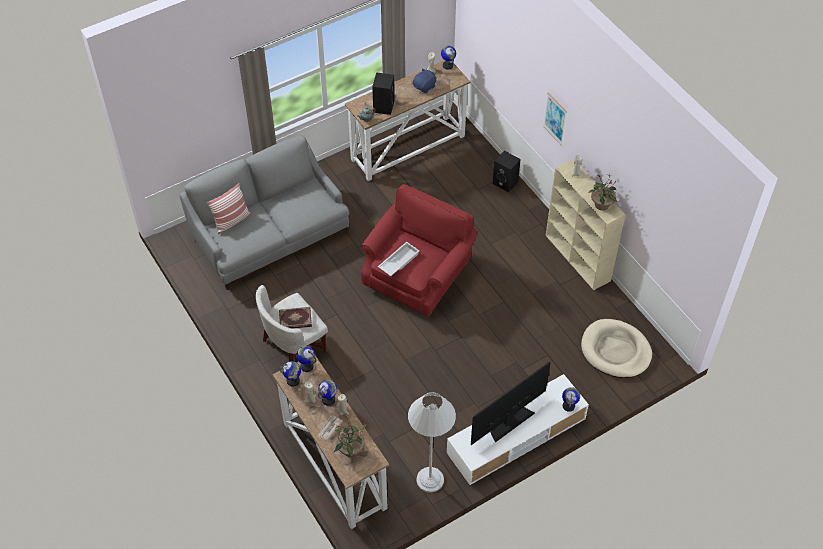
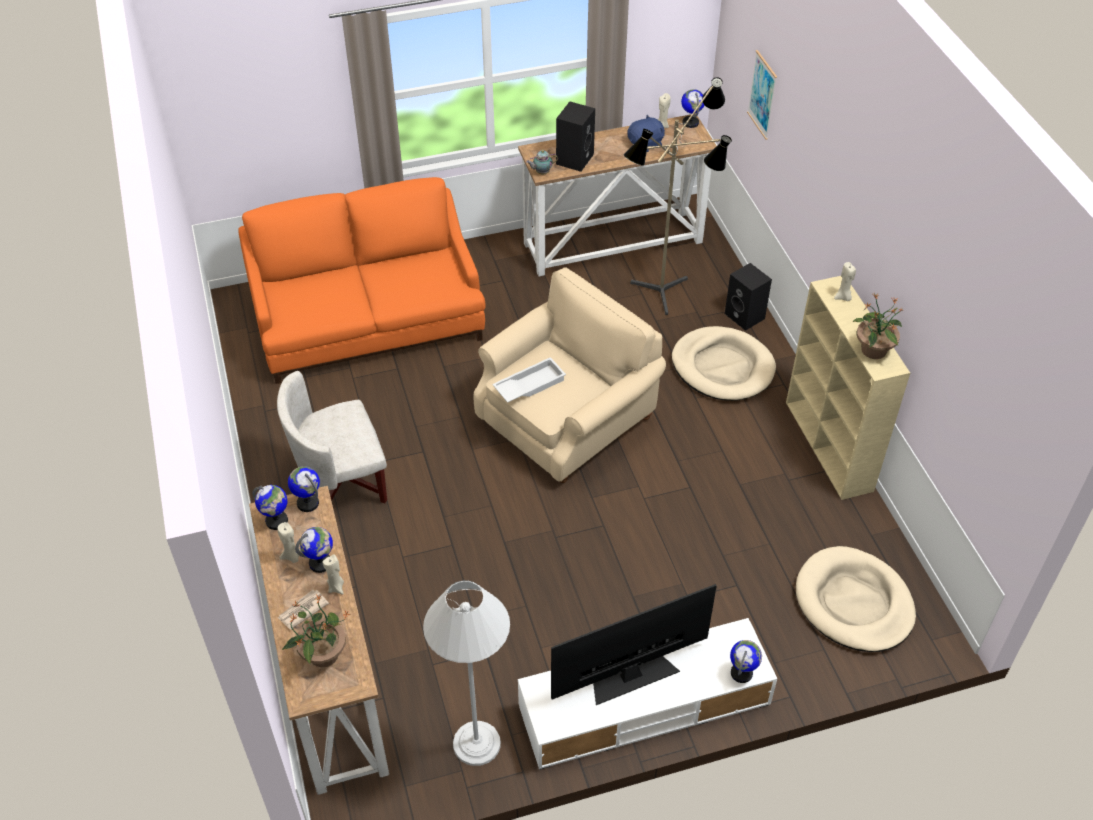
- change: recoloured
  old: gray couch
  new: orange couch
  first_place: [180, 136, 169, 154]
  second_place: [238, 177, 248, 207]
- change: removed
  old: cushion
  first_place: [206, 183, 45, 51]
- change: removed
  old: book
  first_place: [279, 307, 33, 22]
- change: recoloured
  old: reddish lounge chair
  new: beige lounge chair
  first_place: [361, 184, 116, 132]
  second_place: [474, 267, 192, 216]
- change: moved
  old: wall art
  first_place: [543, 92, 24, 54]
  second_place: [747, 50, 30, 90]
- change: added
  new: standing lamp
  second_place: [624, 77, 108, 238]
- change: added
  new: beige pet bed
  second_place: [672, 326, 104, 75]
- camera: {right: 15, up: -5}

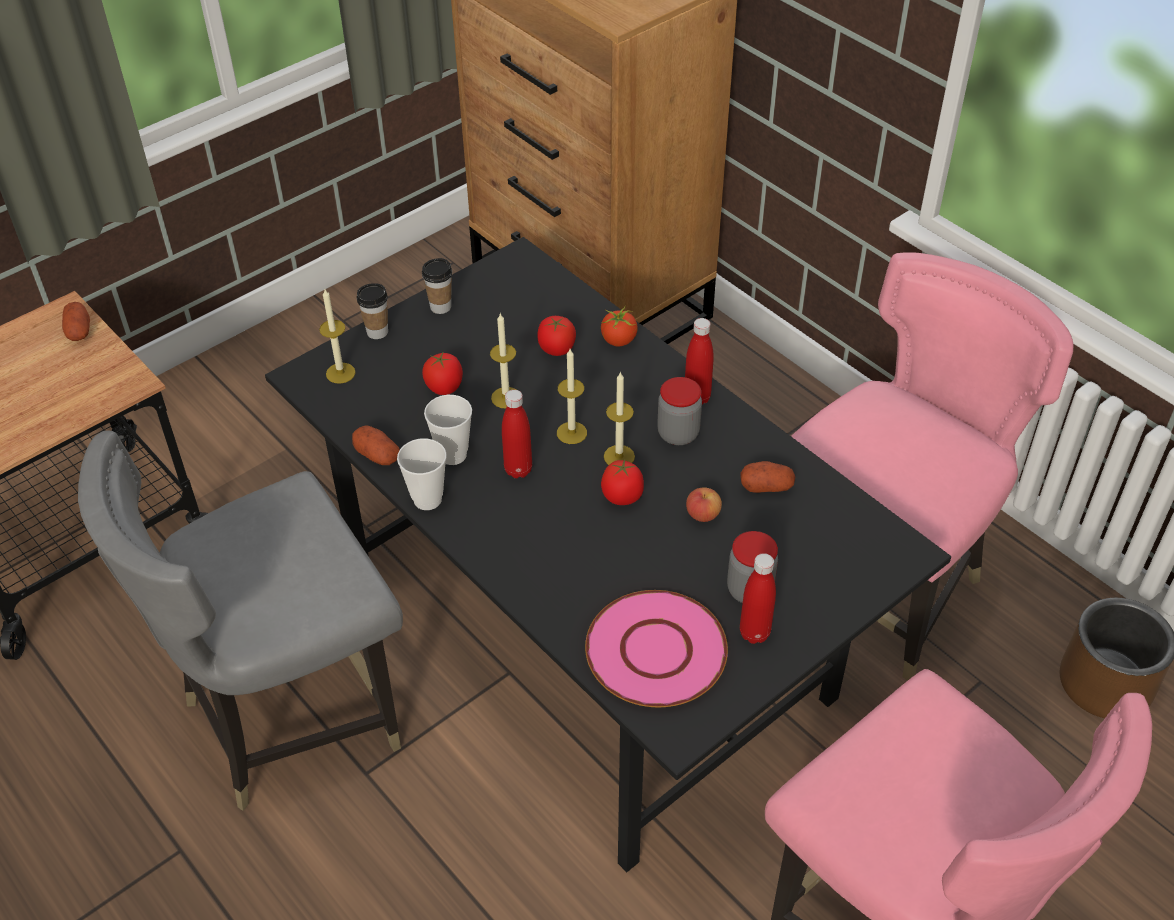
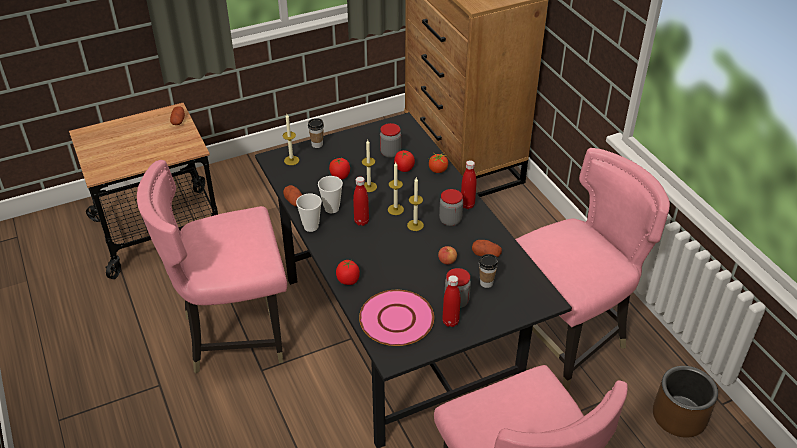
- change: recoloured
  old: gray chair
  new: pinkish chair
  first_place: [78, 430, 325, 381]
  second_place: [137, 160, 150, 214]
- change: moved
  old: cup
  first_place: [422, 258, 30, 56]
  second_place: [479, 254, 19, 34]
- change: moved
  old: fresh tomato
  first_place: [601, 459, 43, 46]
  second_place: [336, 260, 24, 25]
- change: added
  new: preserve jar
  second_place: [380, 123, 21, 35]
- camera: {right: 15, up: -5}

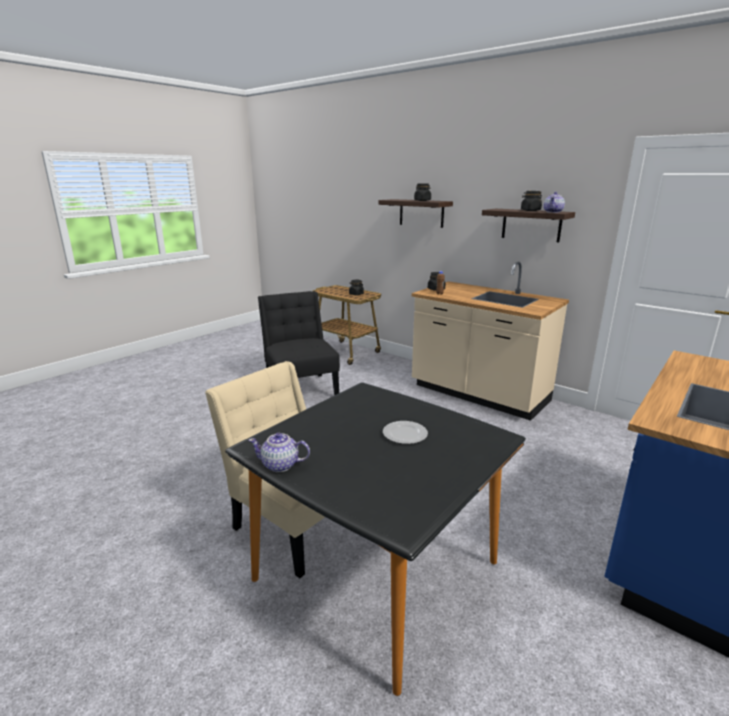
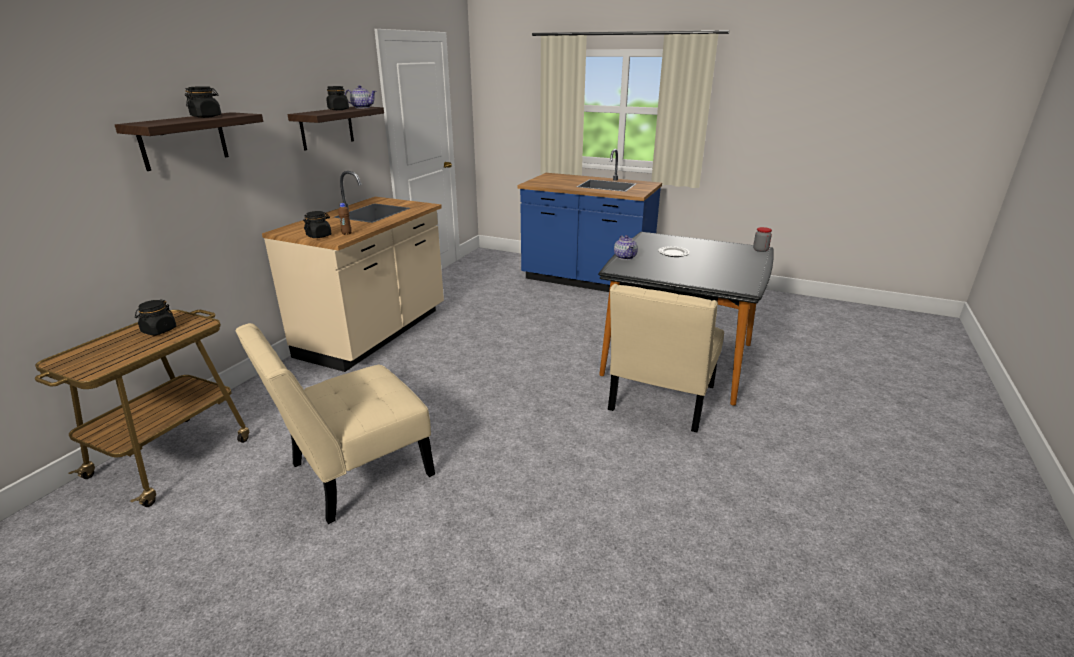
- change: moved
  old: teapot
  first_place: [248, 433, 62, 39]
  second_place: [614, 235, 24, 25]
- change: recoloured
  old: black chair
  new: beige chair
  first_place: [258, 291, 82, 105]
  second_place: [235, 323, 200, 201]
- change: added
  new: preserve jar
  second_place: [753, 227, 19, 25]
- camera: {right: -105, up: 5}

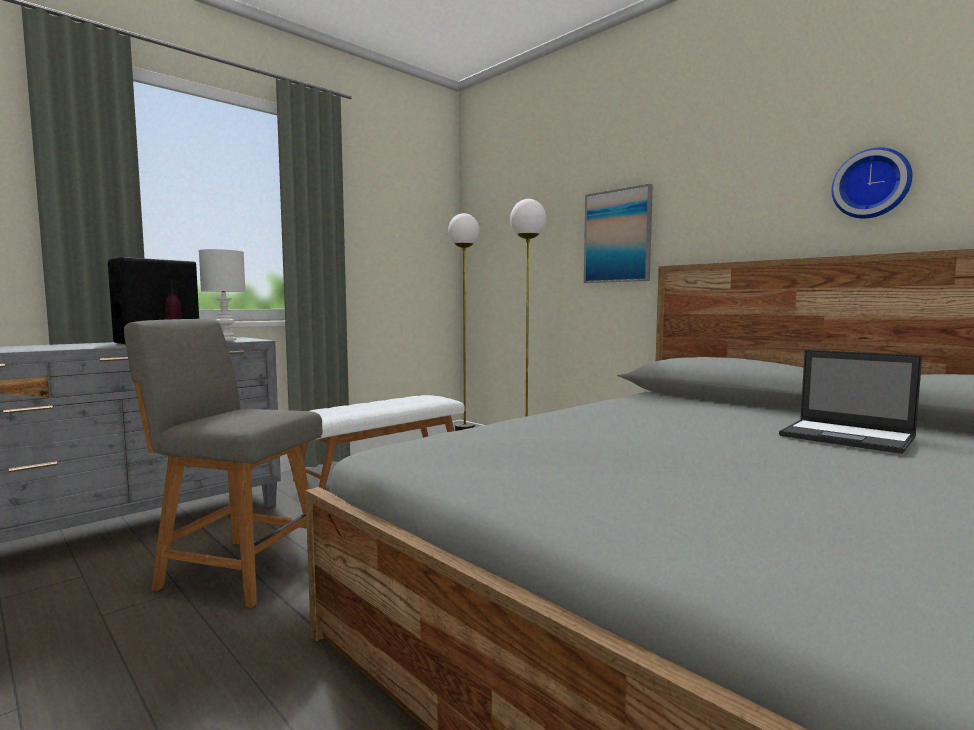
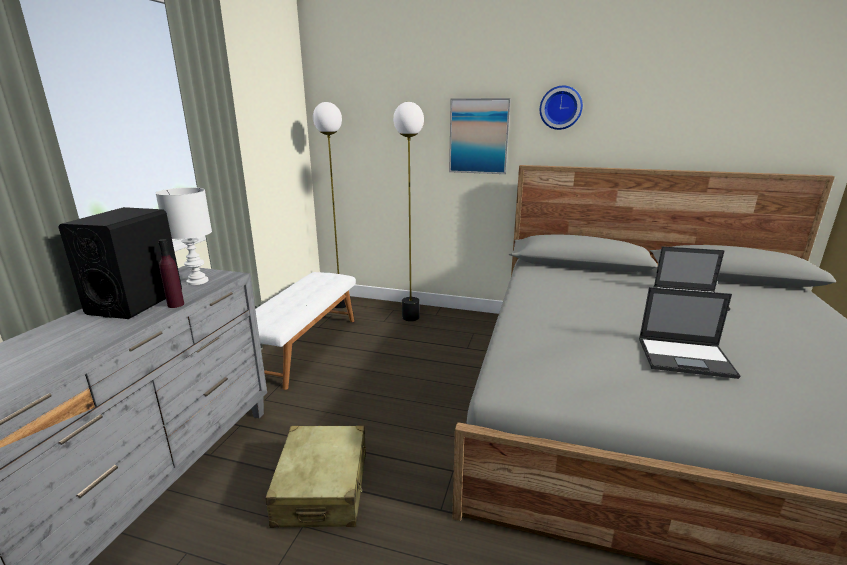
- change: replaced
  old: gray chair
  new: beige piece of luggage
  first_place: [124, 319, 198, 289]
  second_place: [266, 425, 100, 103]
- change: moved
  old: clock on the wall
  first_place: [832, 147, 80, 71]
  second_place: [540, 86, 43, 44]
- change: added
  new: portable computer
  second_place: [639, 287, 101, 92]
- camera: {right: -30, up: 15}

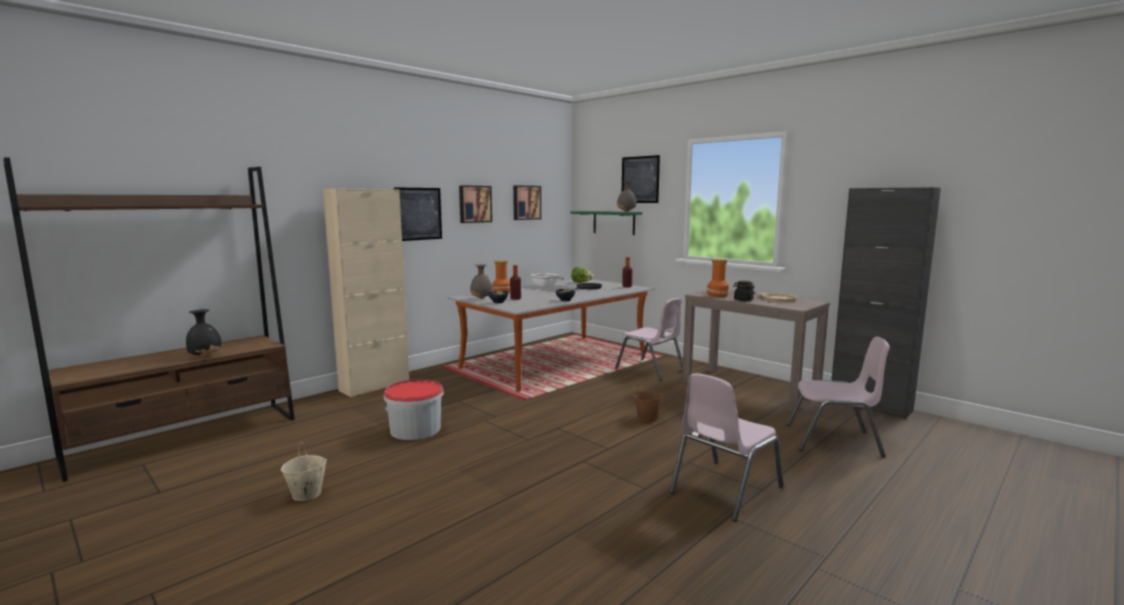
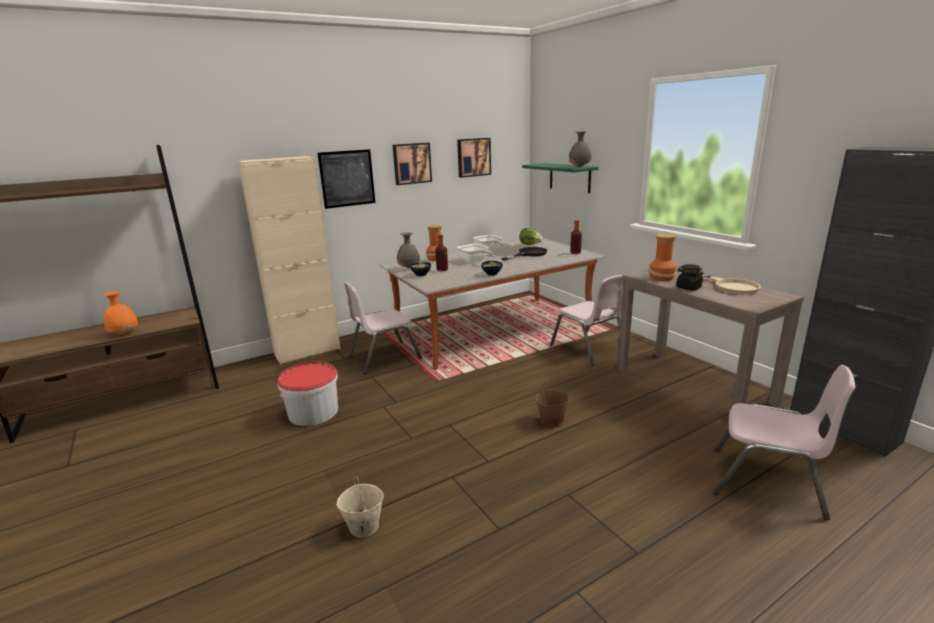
- change: recoloured
  old: black flower vase
  new: orange flower vase
  first_place: [186, 309, 35, 48]
  second_place: [102, 291, 36, 44]
- change: moved
  old: beige bucket
  first_place: [281, 442, 46, 59]
  second_place: [336, 476, 48, 62]
- change: removed
  old: wall art
  first_place: [622, 155, 38, 48]
- change: moved
  old: pinkish chair
  first_place: [669, 373, 115, 149]
  second_place: [344, 282, 78, 92]
- change: added
  new: skillet
  second_place: [457, 244, 36, 18]
- camera: {right: 15, up: 10}

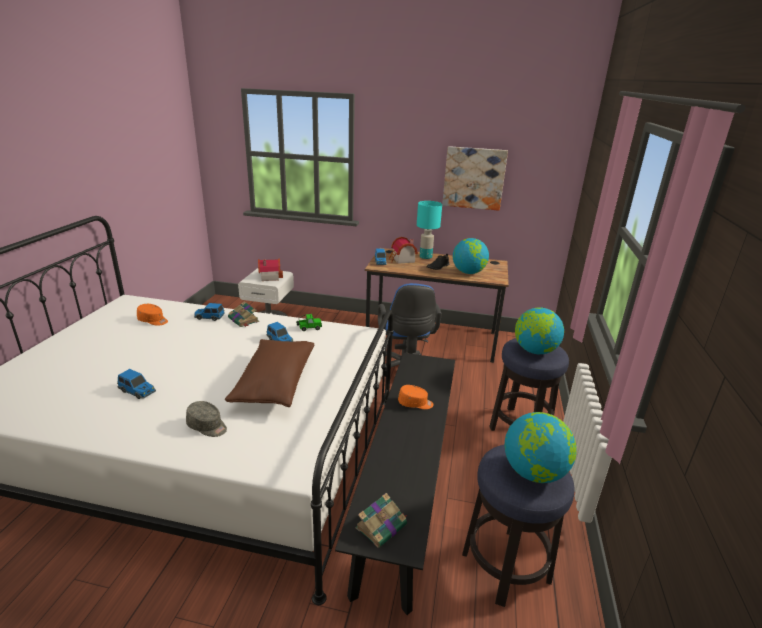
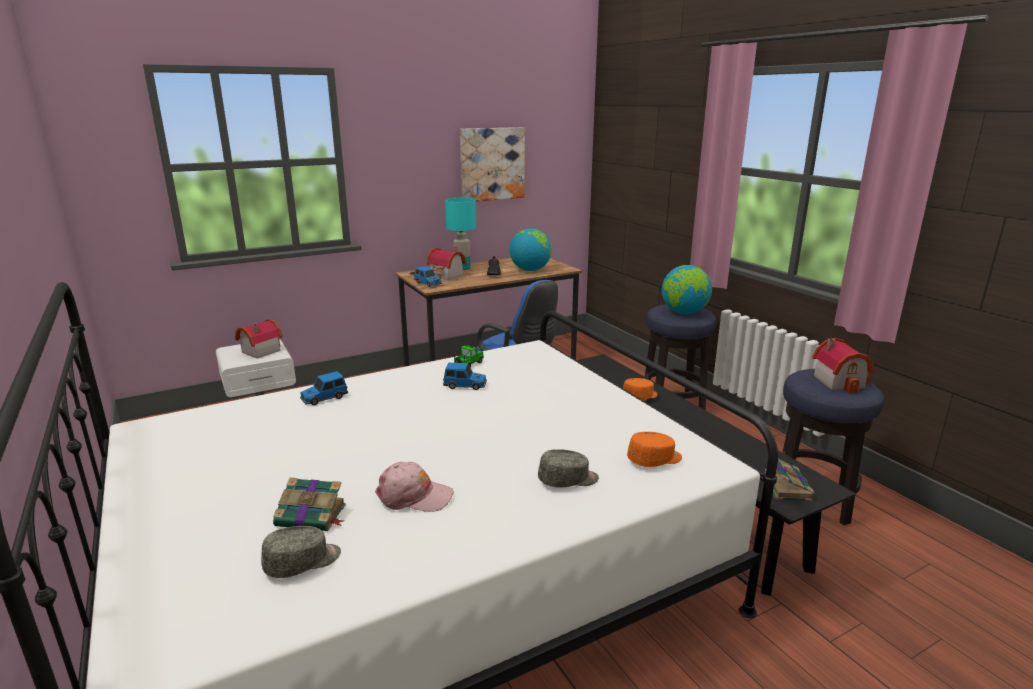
- change: replaced
  old: model car
  new: pinkish peaked cap
  first_place: [117, 369, 39, 30]
  second_place: [375, 462, 78, 50]
- change: moved
  old: orange peaked cap
  first_place: [137, 304, 31, 22]
  second_place: [627, 432, 55, 35]
- change: removed
  old: brown cushion
  first_place: [225, 339, 89, 68]
- change: moved
  old: book
  first_place: [228, 301, 31, 26]
  second_place: [273, 478, 73, 53]
- change: replaced
  old: desk globe
  new: model house
  first_place: [504, 412, 73, 71]
  second_place: [812, 338, 63, 55]
- change: added
  new: gray peaked cap
  second_place: [261, 526, 80, 52]
- camera: {right: -40, up: -5}

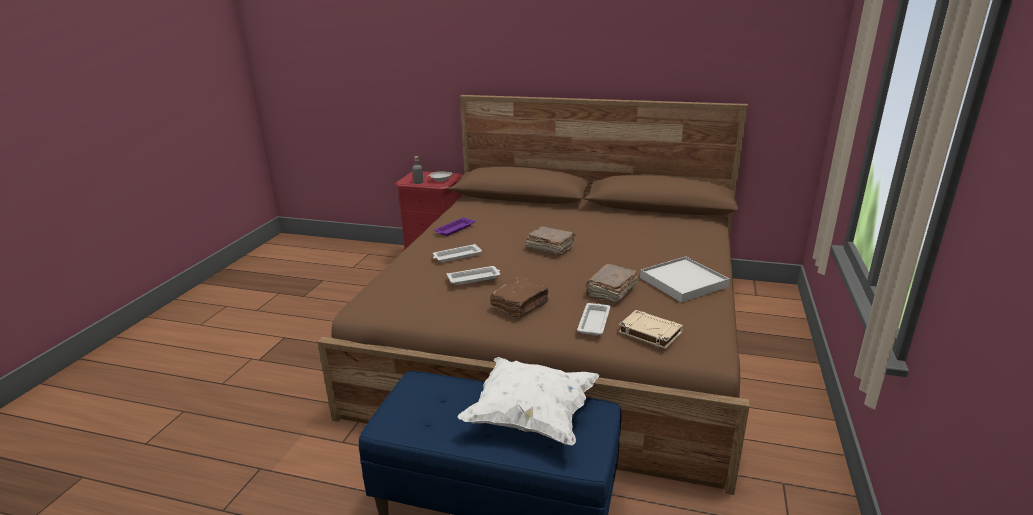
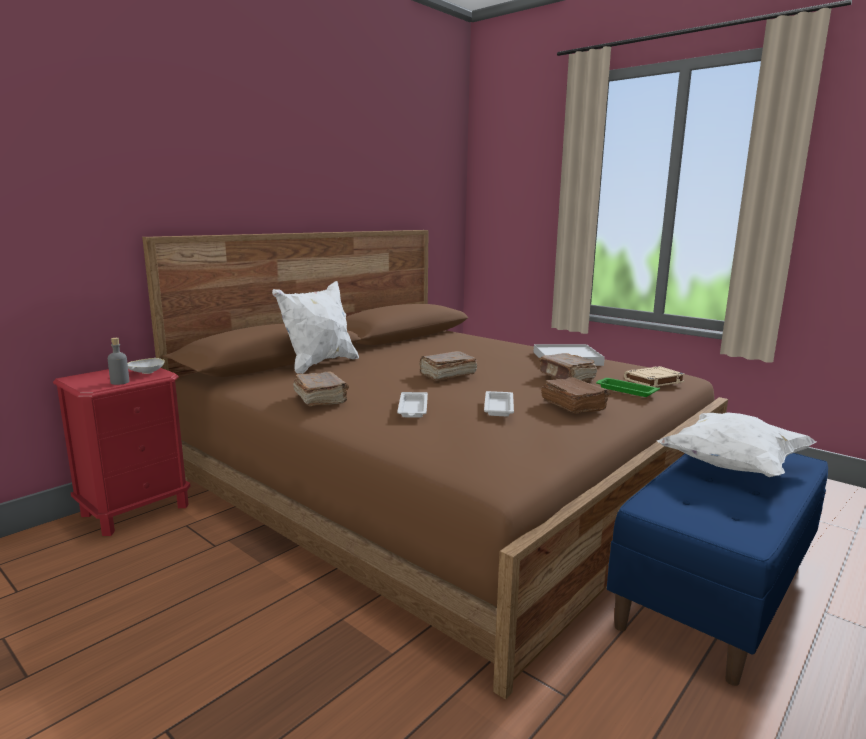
- change: replaced
  old: purplish carrying tray
  new: brown book
  first_place: [434, 217, 41, 19]
  second_place: [293, 371, 56, 35]
- change: recoloured
  old: whitish carrying tray
  new: green-coloured carrying tray
  first_place: [577, 303, 34, 33]
  second_place: [596, 378, 64, 19]
- change: added
  new: whitish cushion
  second_place: [272, 281, 87, 93]
- camera: {right: -65, up: -10}

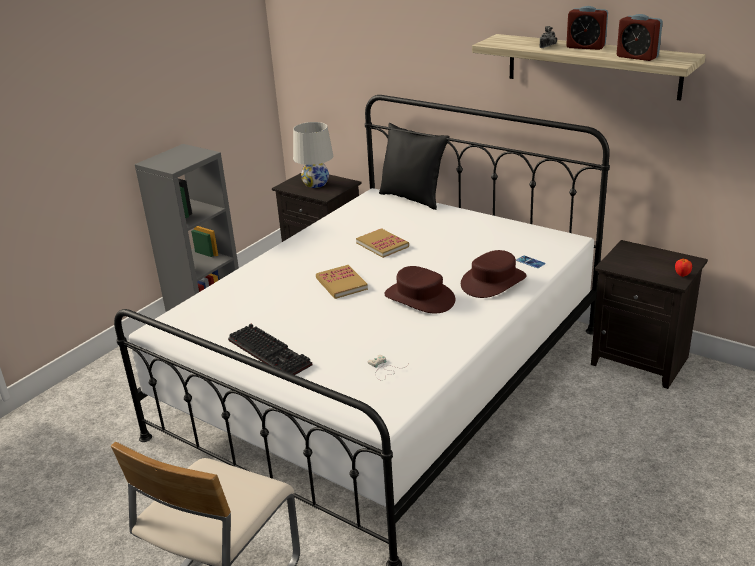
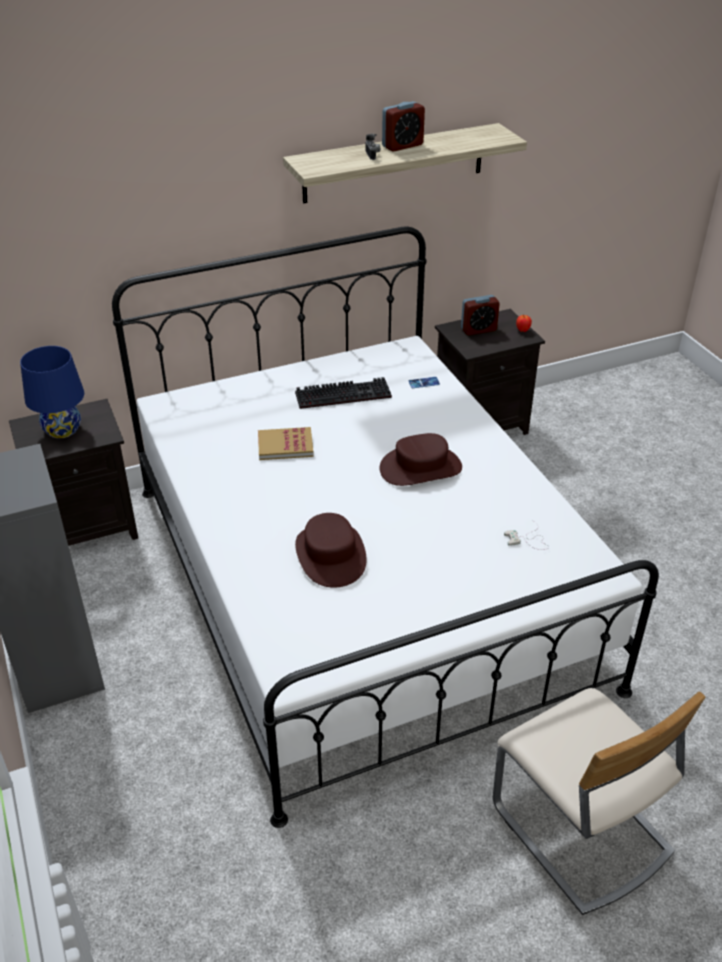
- change: moved
  old: keyboard
  first_place: [228, 324, 84, 51]
  second_place: [295, 377, 97, 32]
- change: recoloured
  old: whitish table lamp
  new: bluish table lamp
  first_place: [293, 122, 40, 66]
  second_place: [20, 346, 64, 92]
- change: removed
  old: book
  first_place: [316, 265, 52, 34]
- change: removed
  old: black cushion
  first_place: [379, 123, 71, 87]
- change: moved
  old: brown wearable hat
  first_place: [461, 250, 66, 48]
  second_place: [295, 513, 72, 75]
- change: moved
  old: bedside clock
  first_place: [617, 14, 46, 47]
  second_place: [461, 295, 39, 40]
- camera: {right: -60, up: 10}

